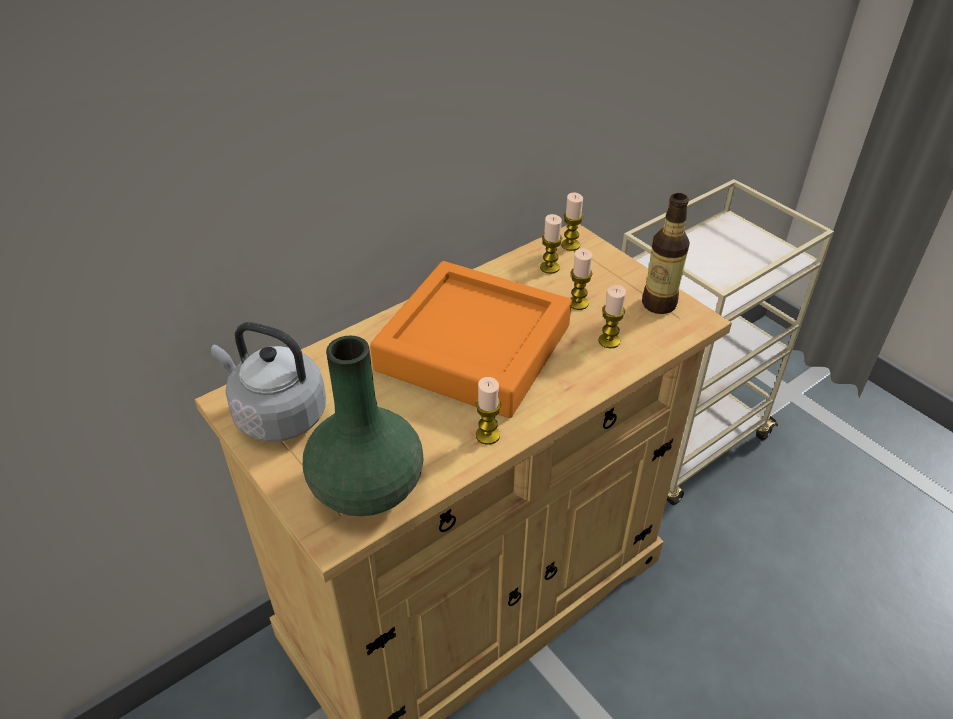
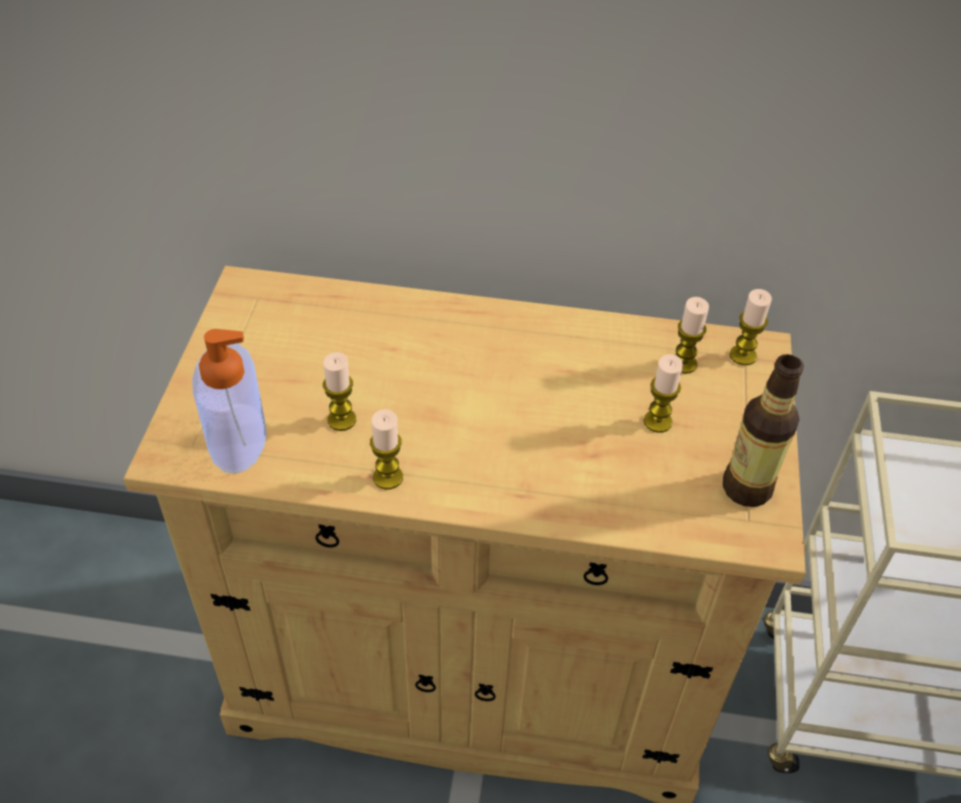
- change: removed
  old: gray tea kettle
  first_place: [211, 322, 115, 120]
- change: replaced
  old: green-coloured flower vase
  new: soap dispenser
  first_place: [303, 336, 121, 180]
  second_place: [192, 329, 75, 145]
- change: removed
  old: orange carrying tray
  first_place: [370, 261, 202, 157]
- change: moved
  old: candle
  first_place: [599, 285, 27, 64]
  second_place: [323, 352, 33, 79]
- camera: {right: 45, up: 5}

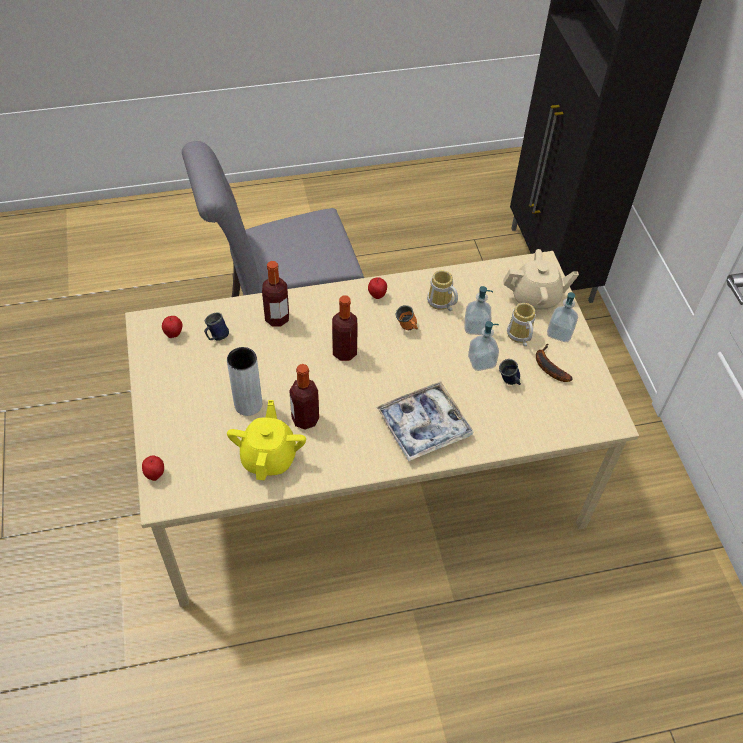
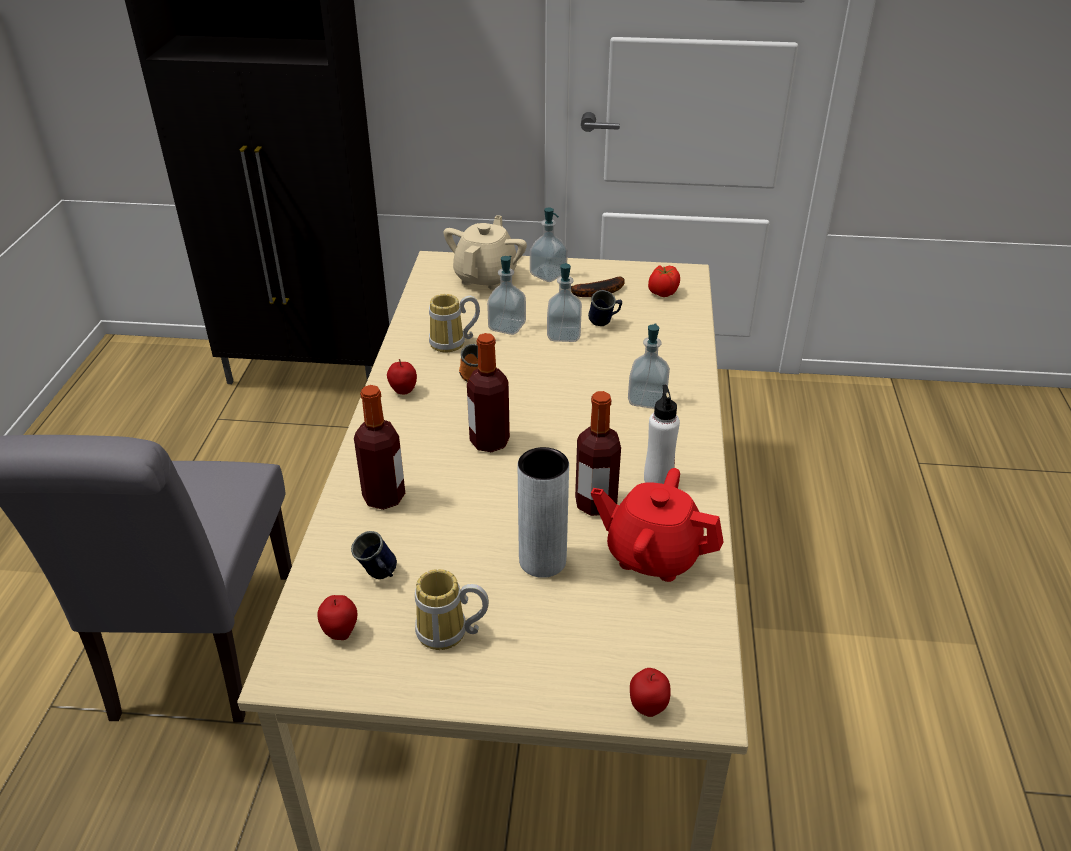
- change: recoloured
  old: yellow teapot
  new: reddish teapot
  first_place: [227, 400, 79, 80]
  second_place: [591, 468, 133, 114]
- change: replaced
  old: carrying tray
  new: soap dispenser
  first_place: [376, 381, 98, 80]
  second_place: [628, 323, 42, 86]
- change: moved
  old: tea mug
  first_place: [507, 303, 29, 43]
  second_place: [415, 569, 74, 81]
- change: added
  new: whitish beverage bottle
  second_place: [644, 385, 36, 99]
- change: added
  new: fresh tomato
  second_place: [648, 265, 32, 32]
- camera: {right: -70, up: -15}

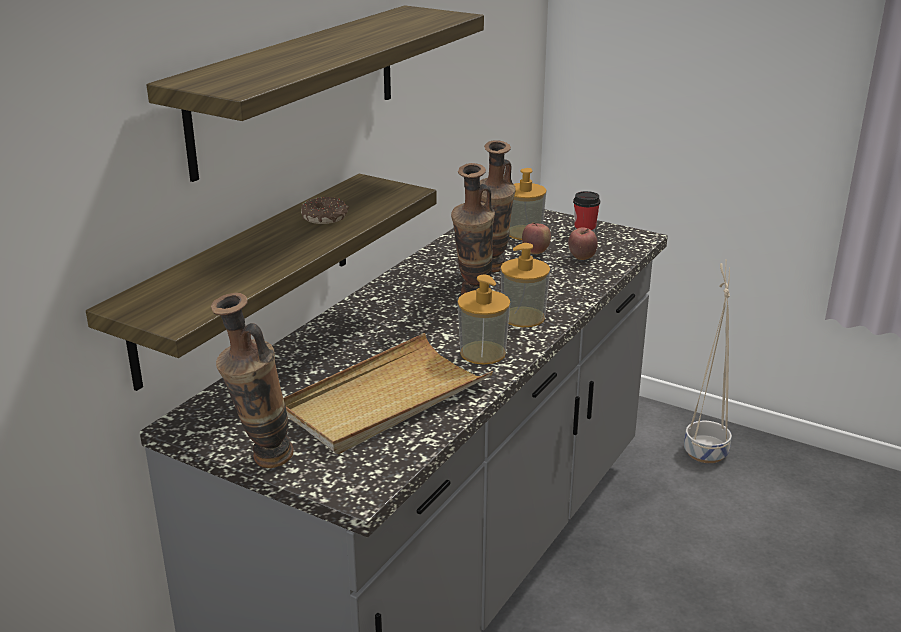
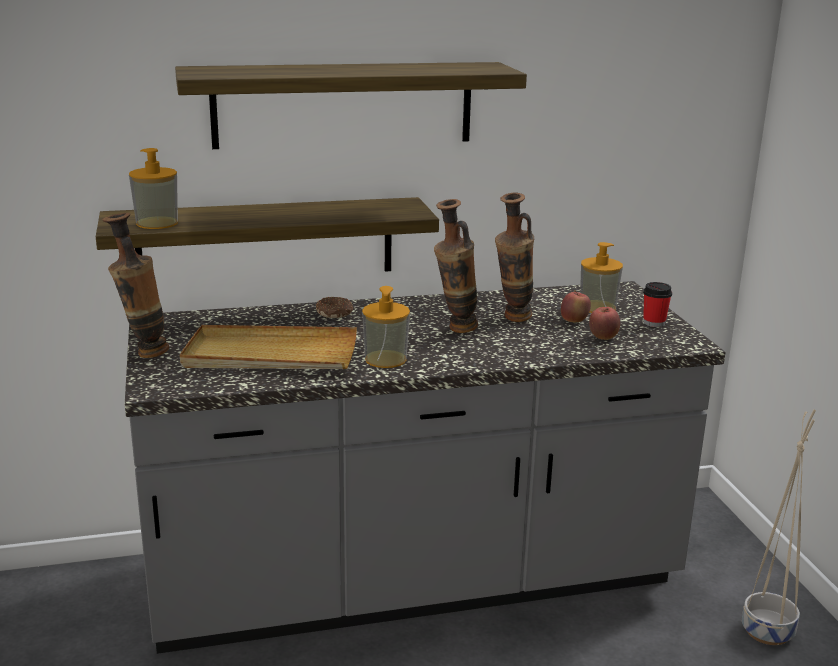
- change: moved
  old: ring doughnut
  first_place: [301, 197, 48, 27]
  second_place: [316, 297, 37, 21]
- change: moved
  old: soap dispenser
  first_place: [501, 243, 49, 84]
  second_place: [129, 148, 49, 81]
- camera: {right: 45, up: -5}

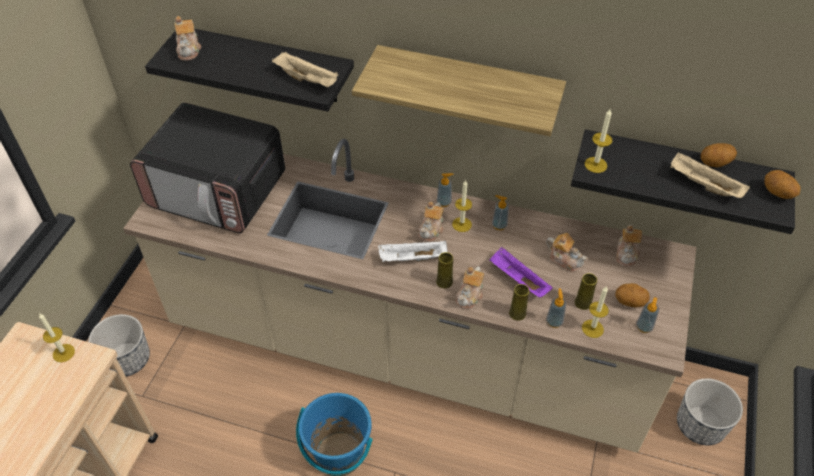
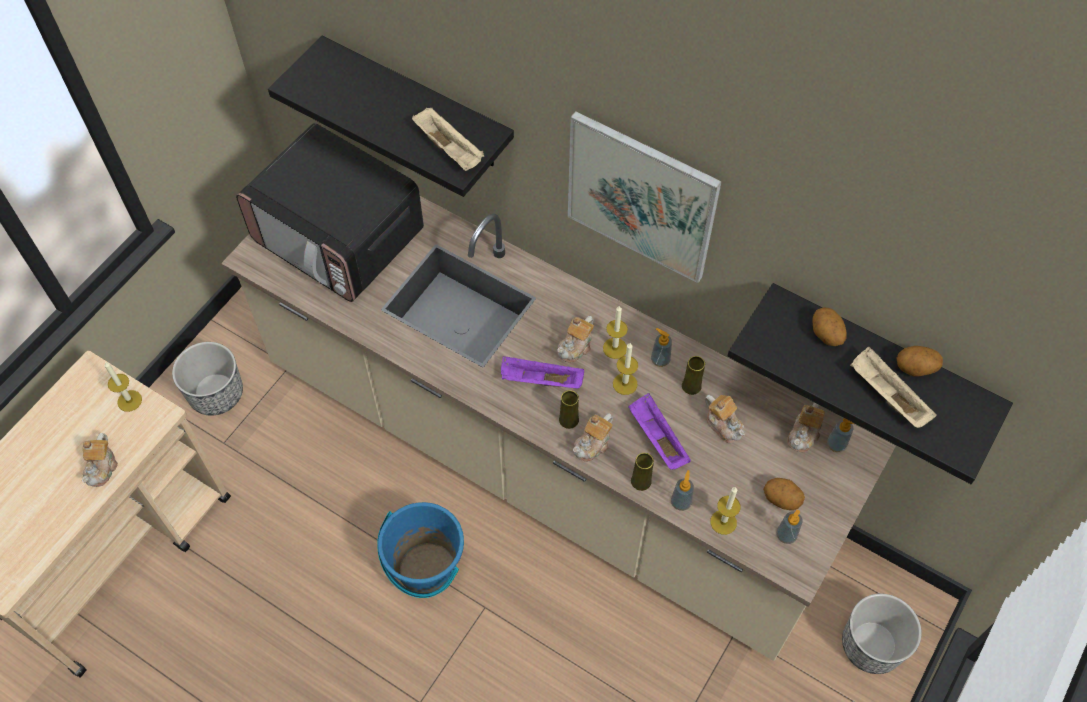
- change: moved
  old: teapot
  first_place: [174, 16, 27, 45]
  second_place: [82, 433, 36, 54]
- change: replaced
  old: bracket shelf
  new: wall art
  first_place: [352, 45, 214, 91]
  second_place: [568, 111, 154, 172]
- change: recoloured
  old: whitish carrying tray
  new: purplish carrying tray
  first_place: [378, 241, 70, 21]
  second_place: [501, 356, 83, 32]
- change: moved
  old: soap dispenser
  first_place: [437, 173, 17, 34]
  second_place: [827, 418, 28, 34]
- change: moved
  old: yellow flower vase
  first_place: [575, 273, 22, 37]
  second_place: [682, 356, 23, 39]
- change: moved
  old: candle
  first_place: [585, 109, 27, 64]
  second_place: [613, 343, 25, 52]
- change: moved
  old: spud
  first_place: [764, 170, 37, 29]
  second_place: [812, 308, 35, 38]
- camera: {right: 15, up: 10}

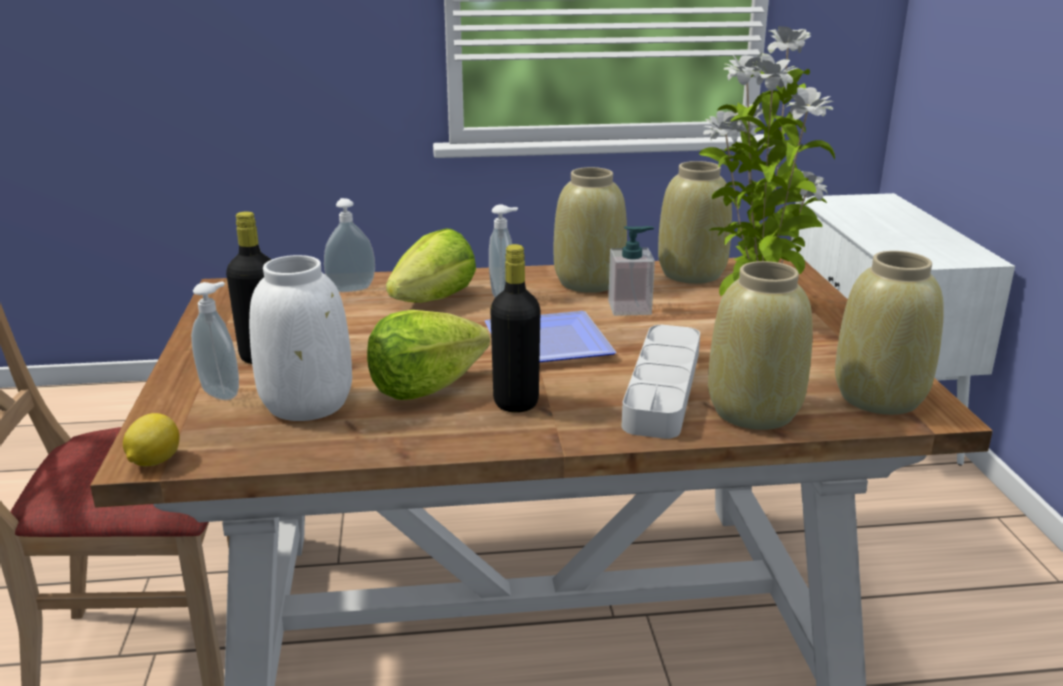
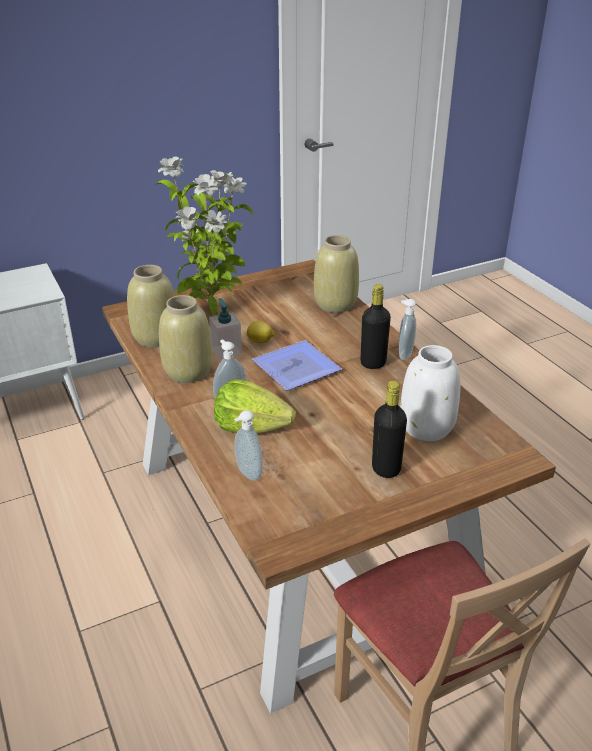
- change: moved
  old: citrus fruit
  first_place: [123, 413, 56, 53]
  second_place: [247, 321, 28, 23]
- change: moved
  old: soap dispenser
  first_place: [191, 282, 48, 118]
  second_place: [399, 299, 17, 61]
- change: removed
  old: head of lettuce
  first_place: [367, 310, 123, 90]
- change: removed
  old: gray carrying tray
  first_place: [621, 325, 79, 114]
- change: removed
  old: beige flower vase
  first_place: [835, 251, 109, 164]
- camera: {right: -110, up: 10}

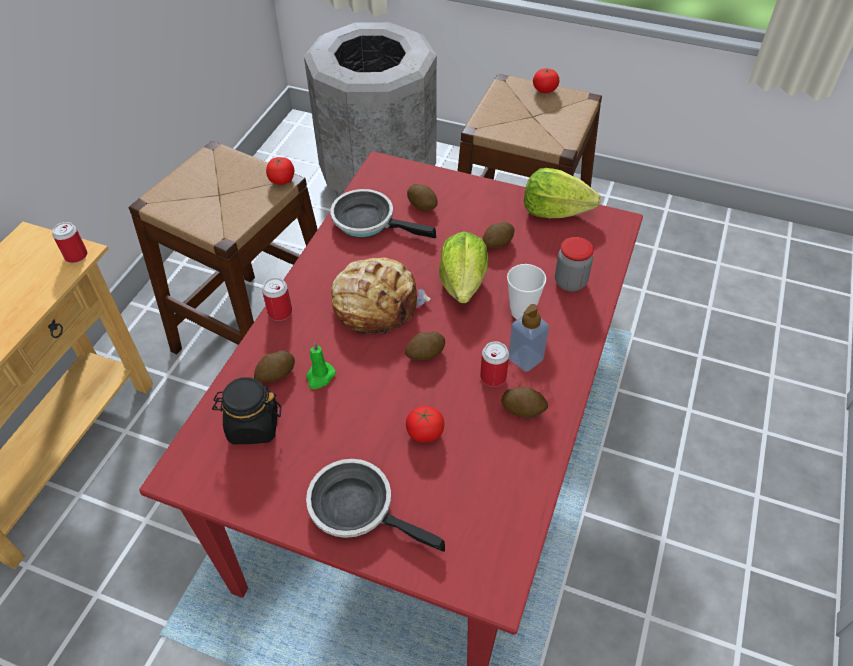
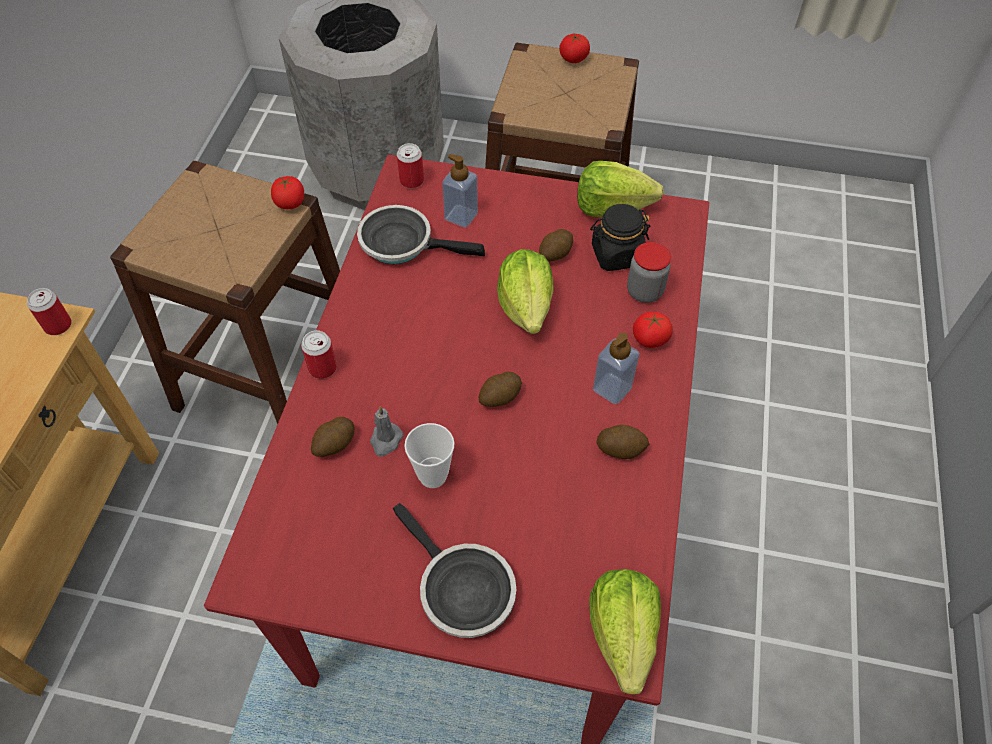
- change: moved
  old: black preserve jar
  first_place: [212, 377, 69, 67]
  second_place: [590, 204, 60, 67]
- change: recoloured
  old: green-coloured candle
  new: gray candle
  first_place: [306, 342, 30, 47]
  second_place: [370, 406, 33, 51]
- change: turned
  old: skillet
  first_place: [306, 459, 139, 93]
  second_place: [393, 503, 123, 135]
  degrees: -150
- change: removed
  old: bread
  first_place: [331, 258, 100, 76]
- change: moved
  old: fresh tomato
  first_place: [406, 406, 38, 36]
  second_place: [633, 312, 40, 36]
- change: replaced
  old: spud
  new: soap dispenser
  first_place: [407, 184, 31, 27]
  second_place: [442, 154, 36, 74]
- change: moved
  old: can
  first_place: [480, 341, 29, 46]
  second_place: [397, 143, 27, 46]
- change: moved
  old: cup
  first_place: [507, 264, 39, 55]
  second_place: [404, 423, 50, 65]
- change: added
  new: head of lettuce
  second_place: [589, 569, 72, 125]
- camera: {right: -10, up: 5}

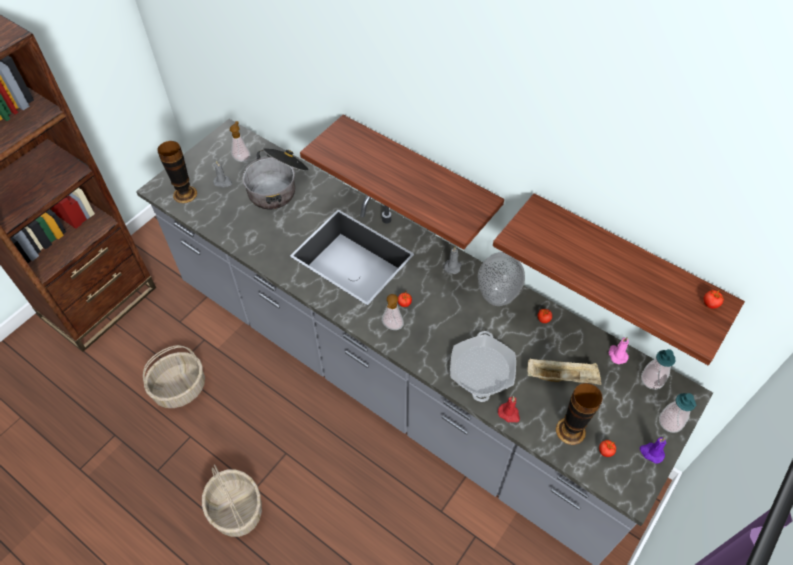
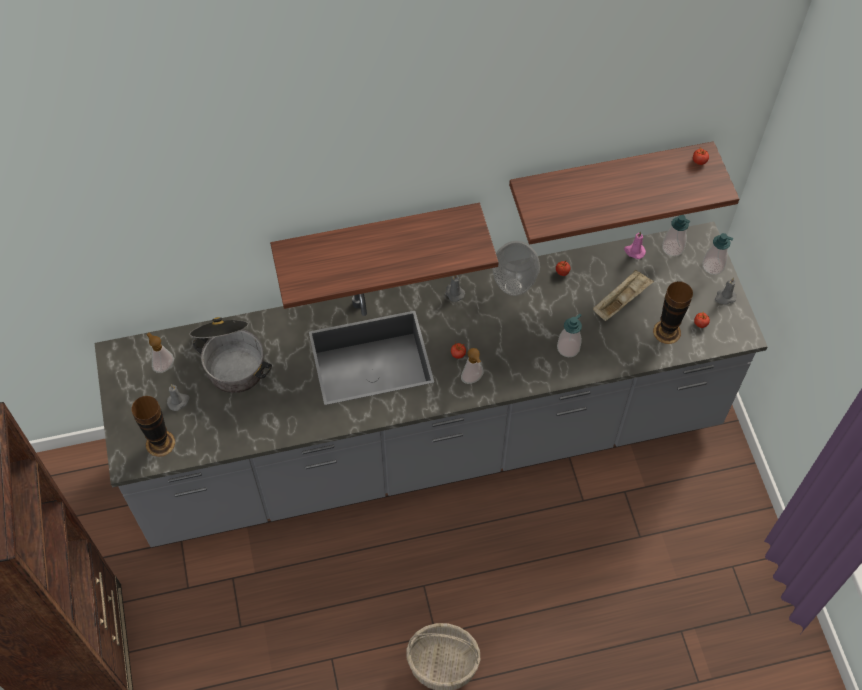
- change: removed
  old: basket
  first_place: [143, 345, 62, 63]
- change: replaced
  old: skillet
  new: soap dispenser
  first_place: [450, 331, 66, 71]
  second_place: [557, 314, 25, 43]
- change: removed
  old: reddish candle
  first_place: [498, 396, 22, 26]
- change: recoloured
  old: purplish candle
  new: gray candle
  first_place: [640, 437, 27, 27]
  second_place: [715, 277, 21, 28]
- camera: {right: -50, up: 5}

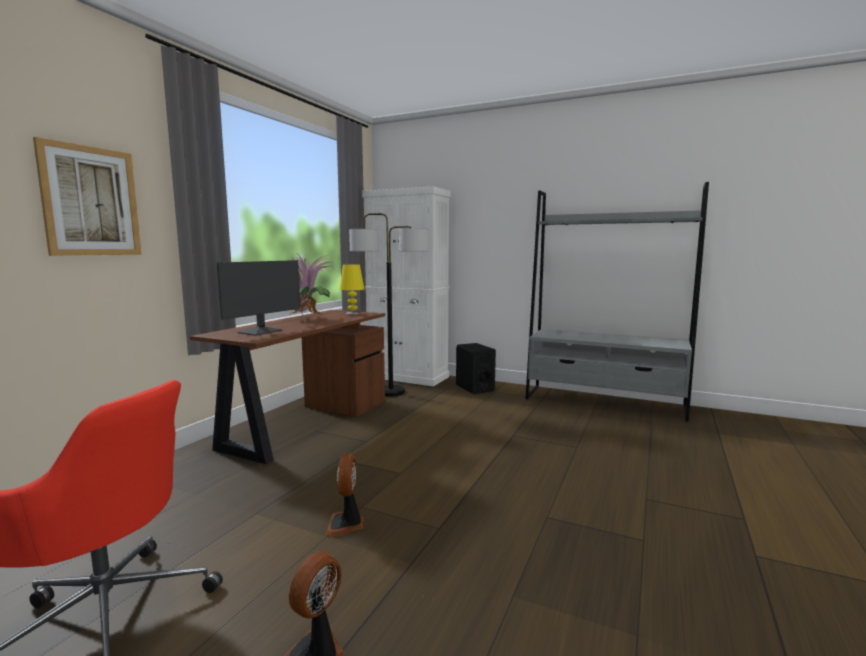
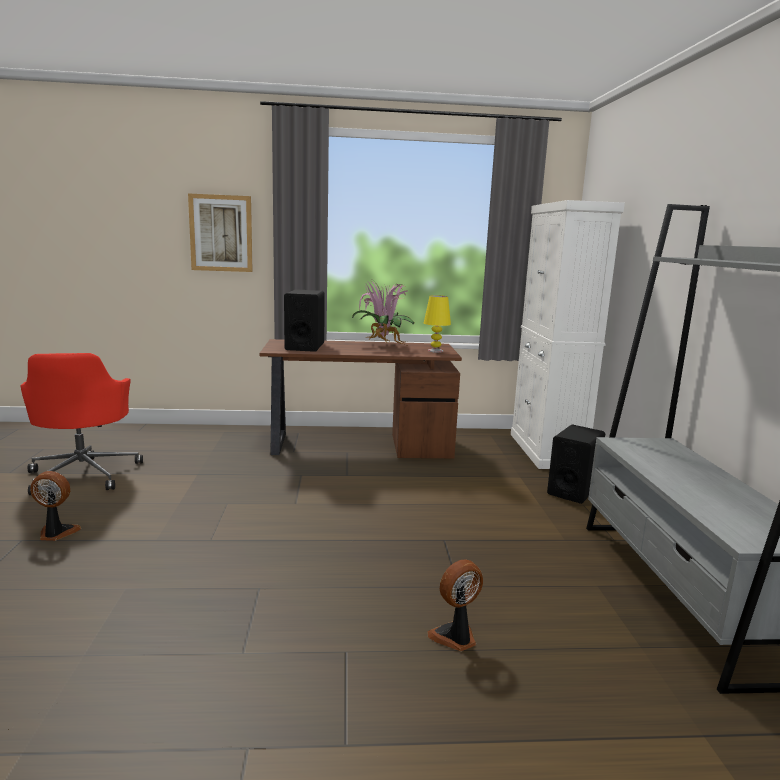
- change: replaced
  old: monitor
  new: black speaker
  first_place: [217, 260, 83, 76]
  second_place: [284, 289, 41, 63]
- change: moved
  old: electric fan
  first_place: [326, 454, 38, 83]
  second_place: [427, 559, 56, 92]
- change: removed
  old: standing lamp
  first_place: [349, 213, 80, 184]
- camera: {right: 60, up: 5}

